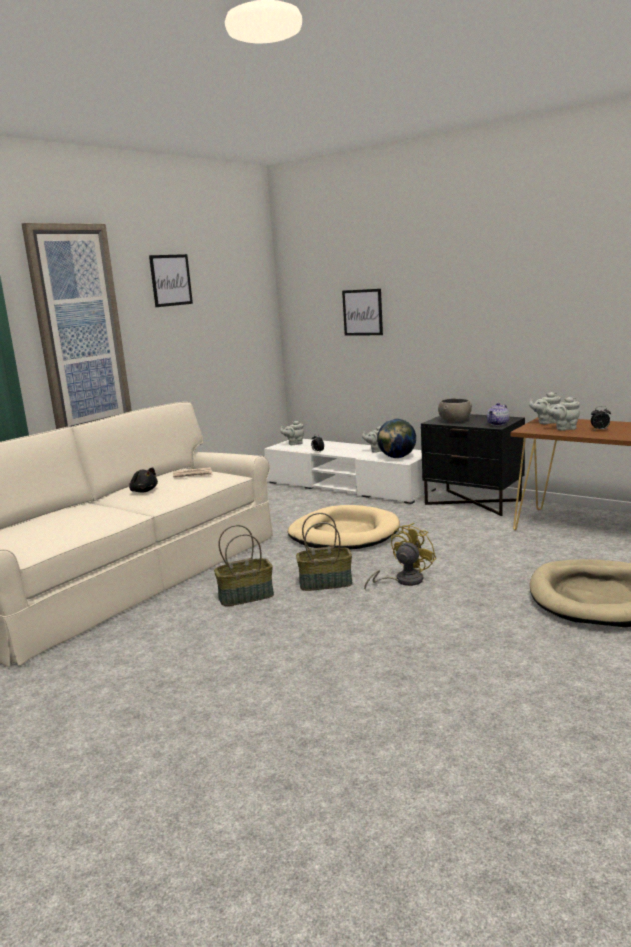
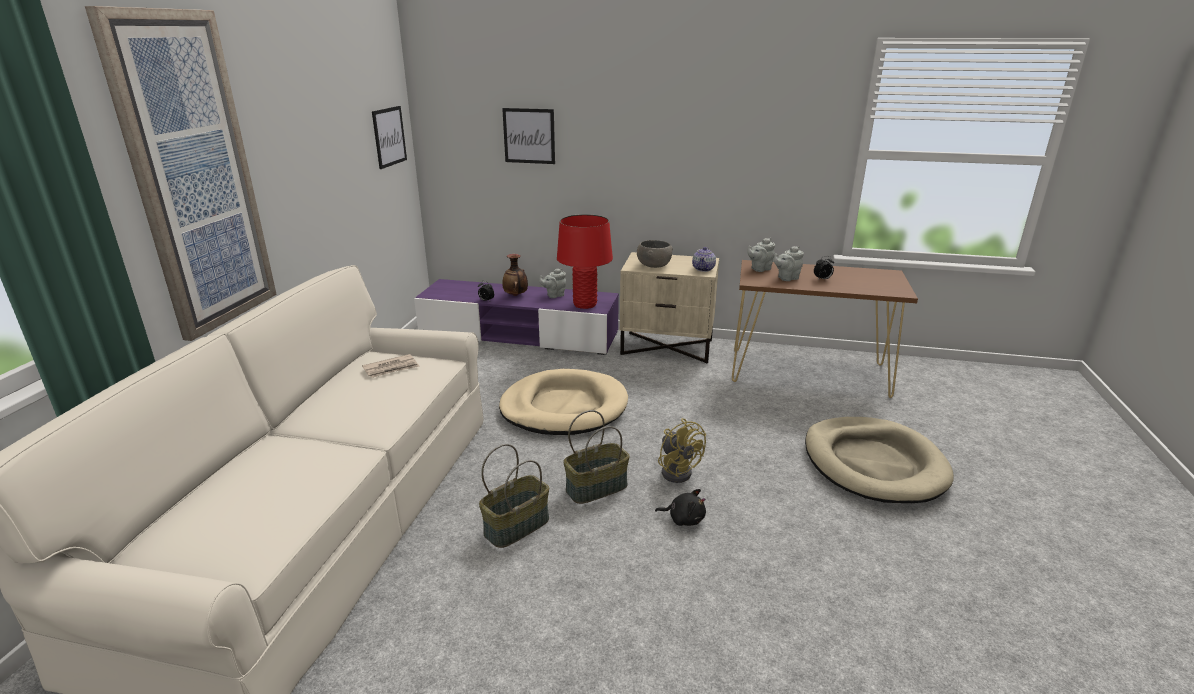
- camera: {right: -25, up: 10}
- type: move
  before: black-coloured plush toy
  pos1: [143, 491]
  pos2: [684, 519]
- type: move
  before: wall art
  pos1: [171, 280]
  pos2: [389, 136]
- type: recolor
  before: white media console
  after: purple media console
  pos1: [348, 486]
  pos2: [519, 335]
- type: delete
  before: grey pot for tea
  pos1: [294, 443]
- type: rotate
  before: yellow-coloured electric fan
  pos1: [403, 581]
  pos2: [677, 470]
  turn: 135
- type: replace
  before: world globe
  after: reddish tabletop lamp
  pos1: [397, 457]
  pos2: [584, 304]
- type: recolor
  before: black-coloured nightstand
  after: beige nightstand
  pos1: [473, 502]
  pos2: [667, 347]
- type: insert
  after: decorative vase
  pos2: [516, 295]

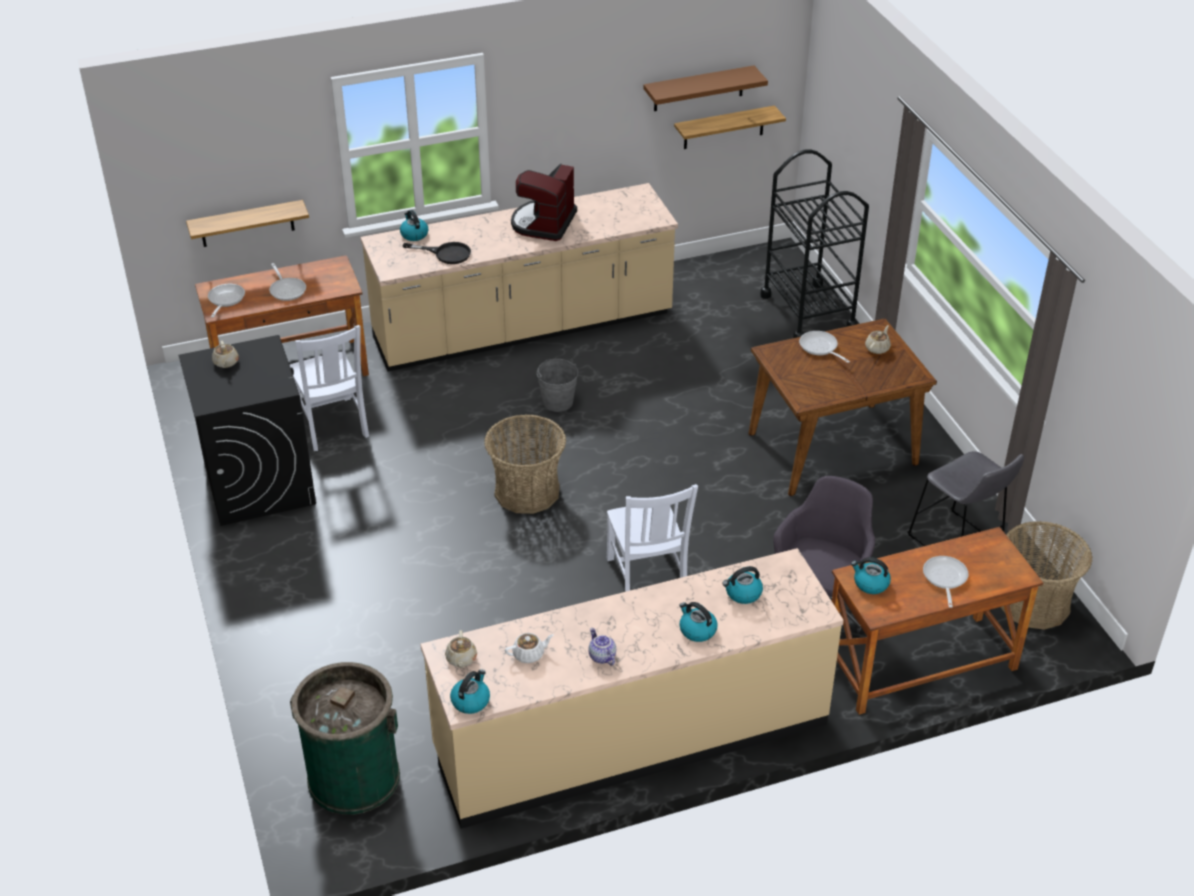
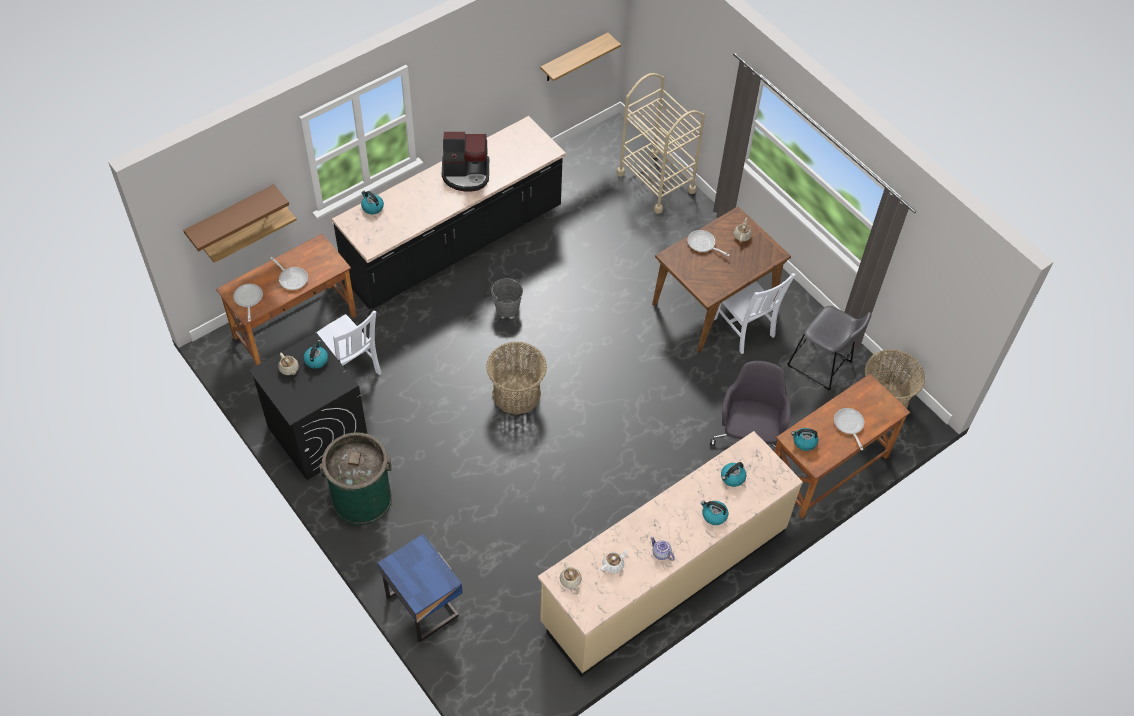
- camera: {right: -20, up: 15}
- type: move
  before: green-coloured rubbish bin
  pos1: [353, 777]
  pos2: [362, 498]
- type: recolor
  before: beige kitchen counter
  after: black-coloured kitchen counter
  pos1: [523, 328]
  pos2: [454, 245]
- type: delete
  before: black-coloured frying pan
  pos1: [446, 253]
- type: move
  before: water kettle
  pos1: [470, 701]
  pos2: [316, 360]
- type: rotate
  before: coffee maker
  pos1: [543, 223]
  pos2: [466, 174]
  turn: -90
- type: move
  before: white upright chair
  pos1: [647, 581]
  pos2: [744, 329]
- type: move
  before: brown-coloured bracket shelf
  pos1: [698, 88]
  pos2: [231, 215]
- type: recolor
  before: black-coloured cart
  after: beige cart
  pos1: [808, 312]
  pos2: [656, 182]
- type: insert
  after: blue-coloured nightstand
  pos2: [424, 605]

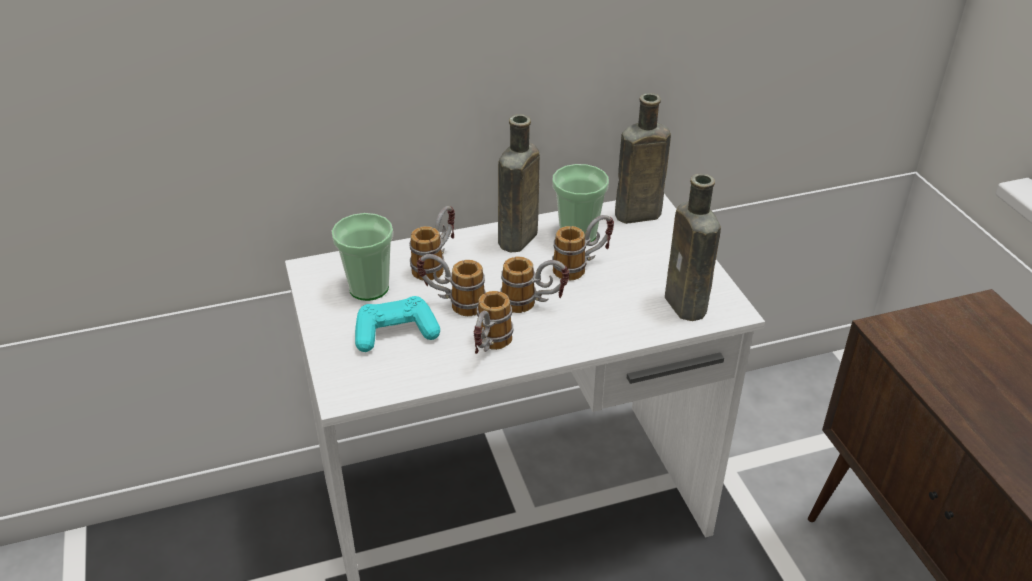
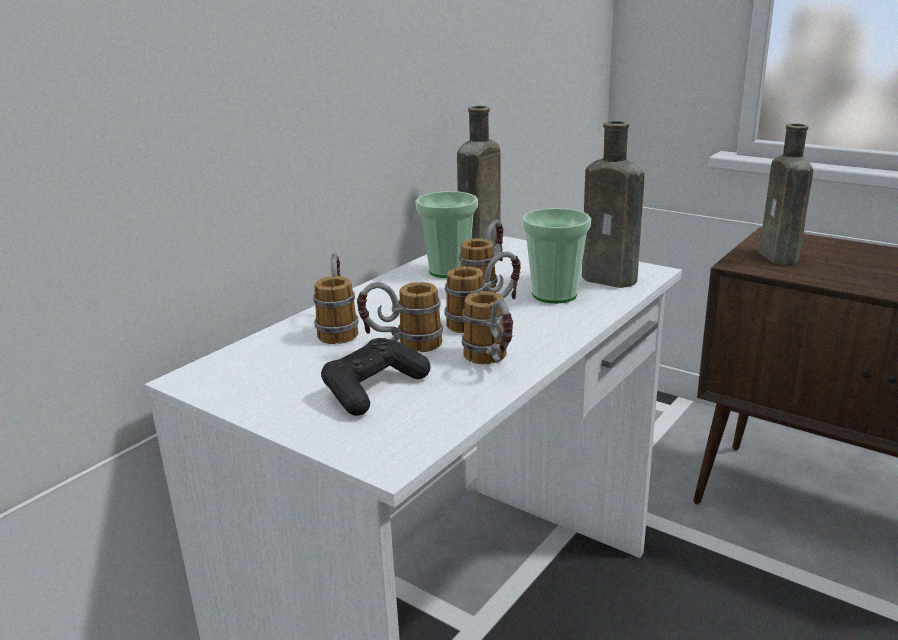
- camera: {right: -35, up: -15}
- type: move
  before: small cup
  pos1: [369, 288]
  pos2: [554, 295]
- type: recolor
  before: turquoise gamepad
  after: black-coloured gamepad
  pos1: [395, 333]
  pos2: [373, 389]
- type: move
  before: brown-coloured beverage bottle
  pos1: [516, 240]
  pos2: [780, 258]

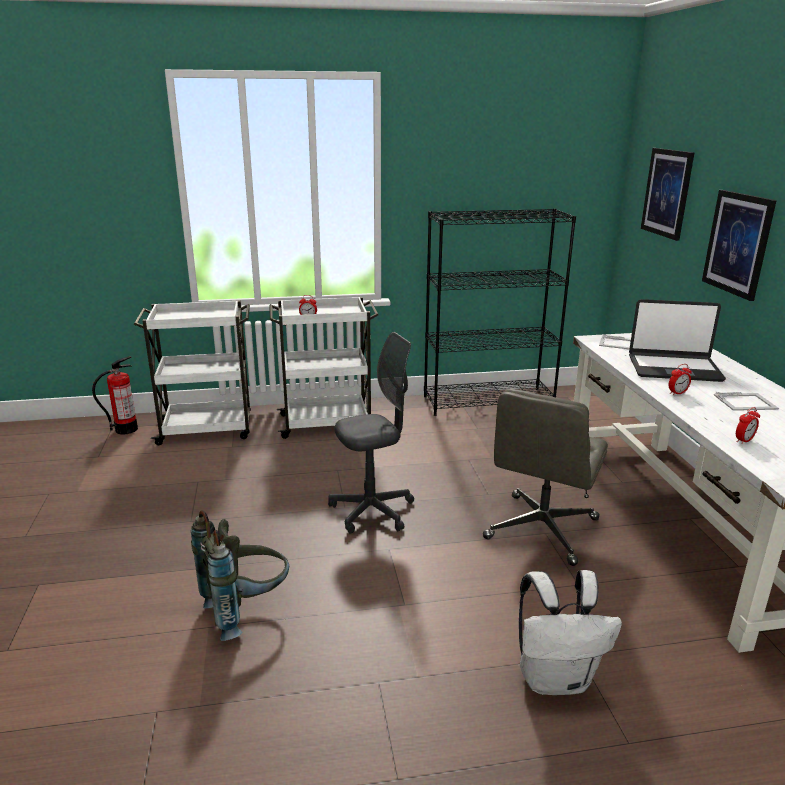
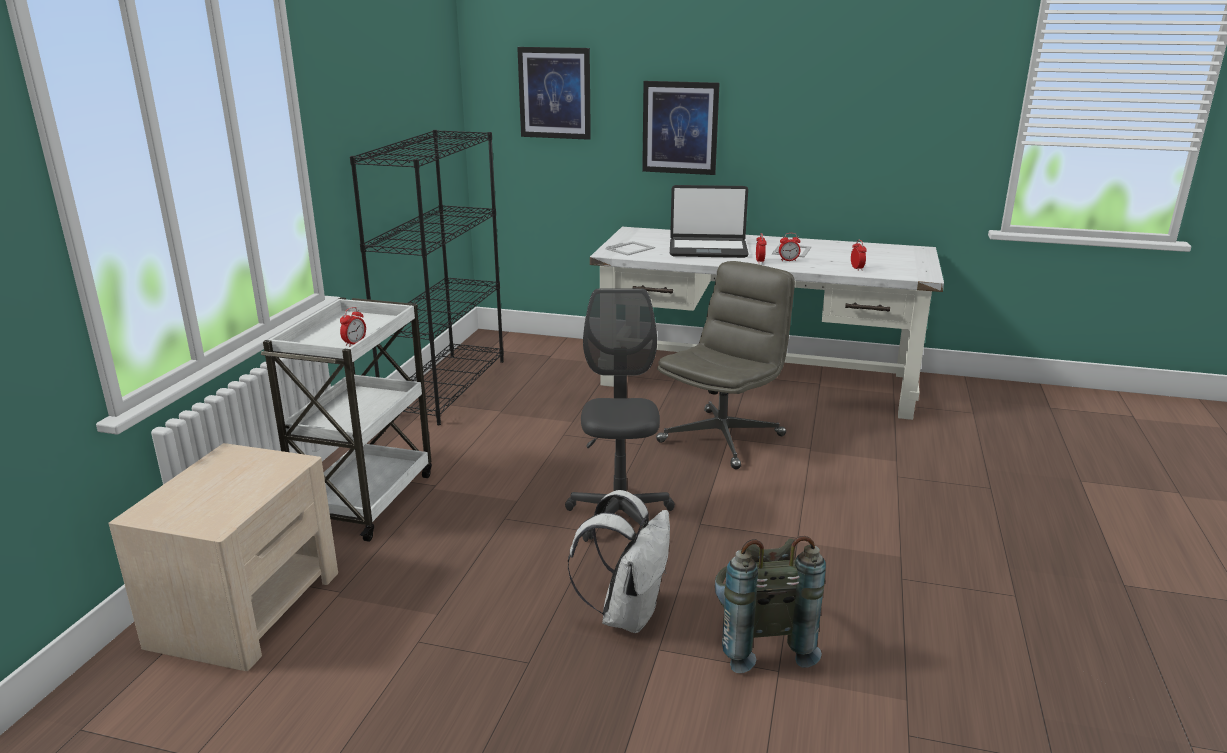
- camera: {right: -65, up: 0}
- type: delete
  before: fire extinguisher
  pos1: [126, 429]
- type: replace
  before: white cart
  after: beige nightstand
  pos1: [208, 429]
  pos2: [247, 607]
- type: rotate
  before: grey desk chair
  pos1: [541, 530]
  pos2: [722, 438]
  turn: -105
- type: move
  before: white backpack
  pos1: [556, 678]
  pos2: [627, 614]
- type: rotate
  before: portable computer
  pos1: [674, 368]
  pos2: [708, 249]
  turn: 60
- type: insert
  after: alarm clock
  pos2: [788, 260]

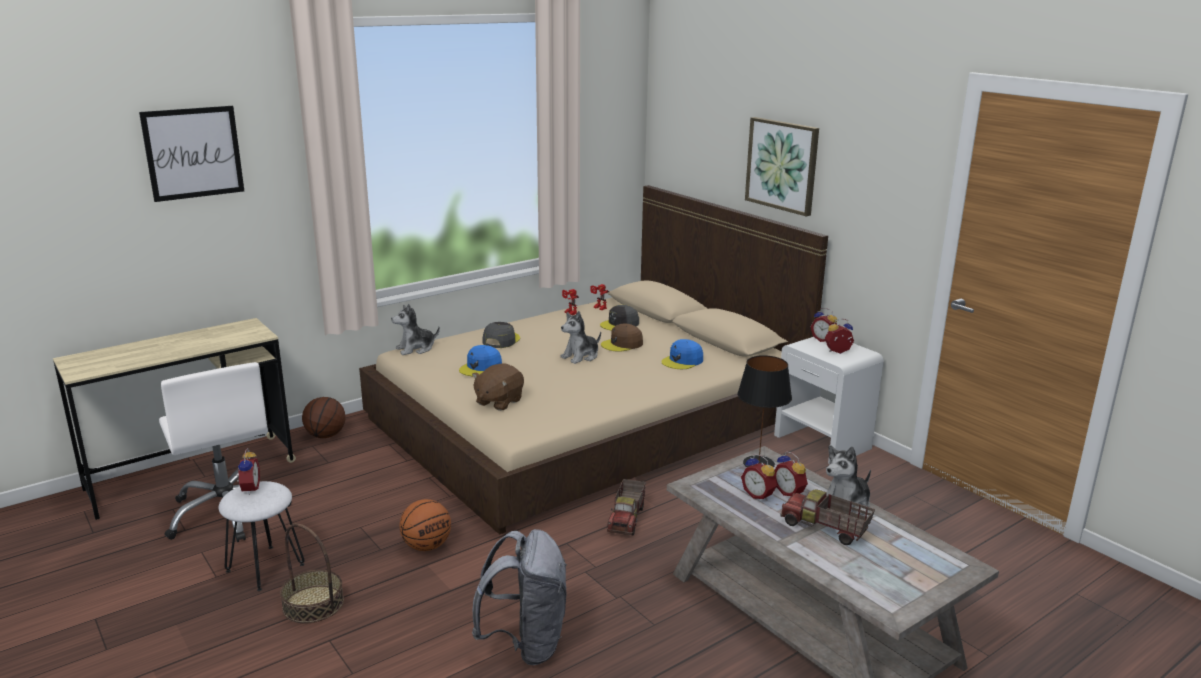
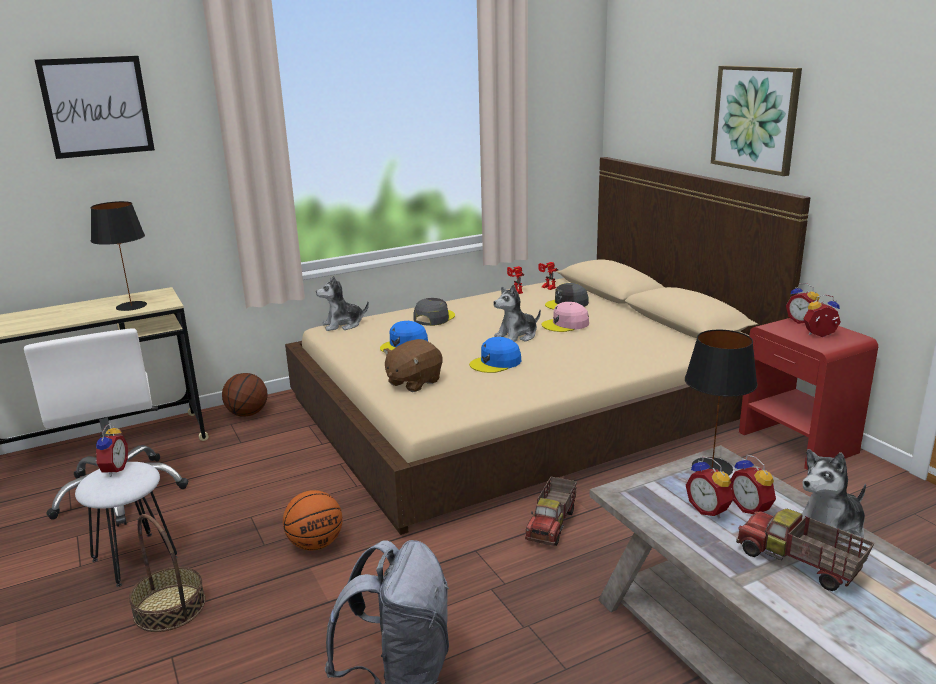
- camera: {right: 10, up: 0}
- type: recolor
  before: brown-coloured peaked cap
  after: pink-coloured peaked cap
  pos1: [622, 344]
  pos2: [566, 324]
- type: move
  before: blue-coloured peaked cap
  pos1: [682, 361]
  pos2: [496, 363]
- type: recolor
  before: white nightstand
  after: reddish nightstand
  pos1: [823, 442]
  pos2: [798, 442]
- type: insert
  after: black-coloured tabletop lamp
  pos2: [131, 306]

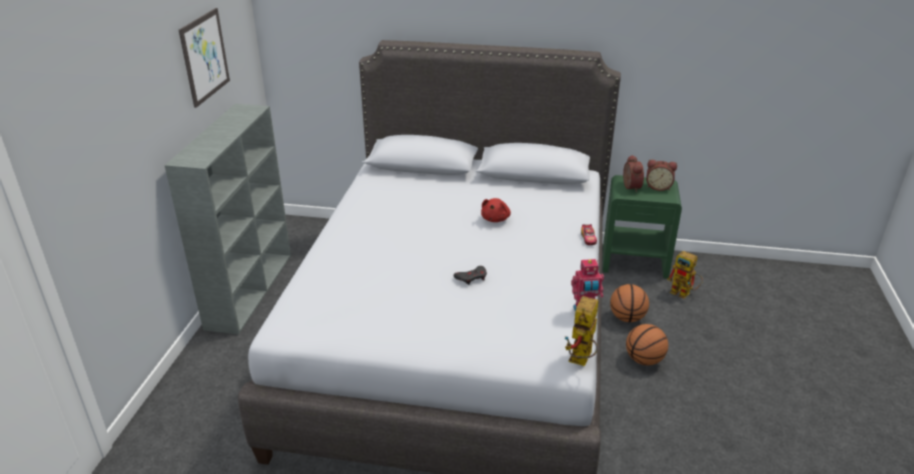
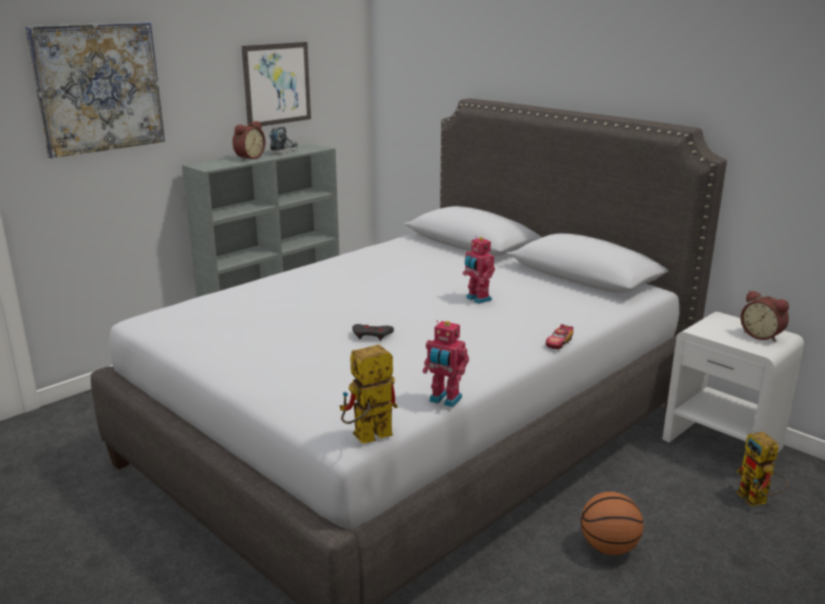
- camera: {right: 35, up: -10}
- type: replace
  before: reddish plush toy
  after: model robot
  pos1: [496, 219]
  pos2: [477, 299]
- type: recolor
  before: green-coloured nightstand
  after: white nightstand
  pos1: [635, 261]
  pos2: [723, 444]
- type: delete
  before: basketball
  pos1: [627, 318]
- type: move
  before: alarm clock
  pos1: [629, 187]
  pos2: [248, 158]
- type: insert
  after: wall art
  pos2: [98, 88]
- type: insert
  after: low shoe
  pos2: [284, 151]

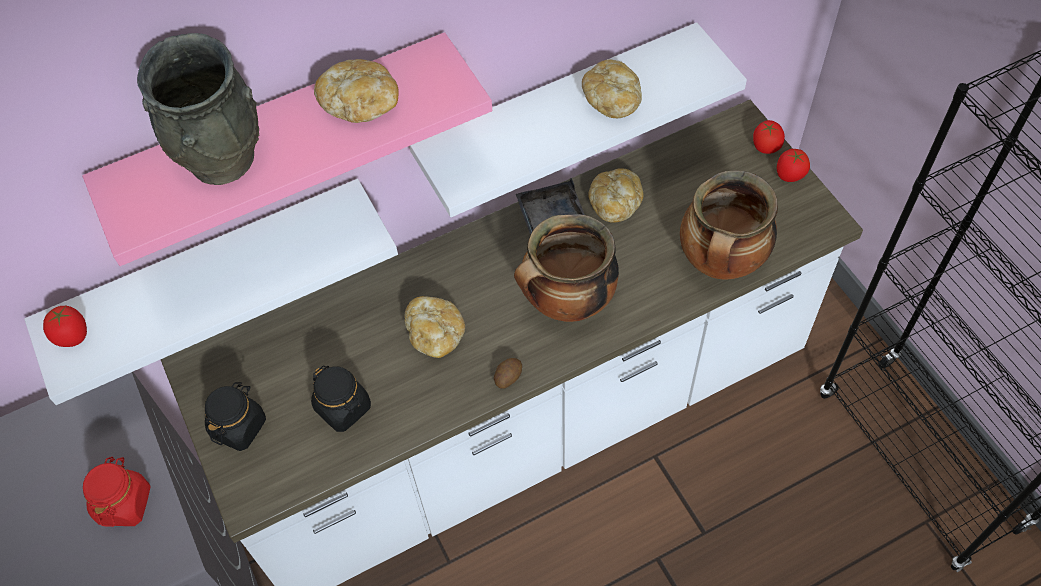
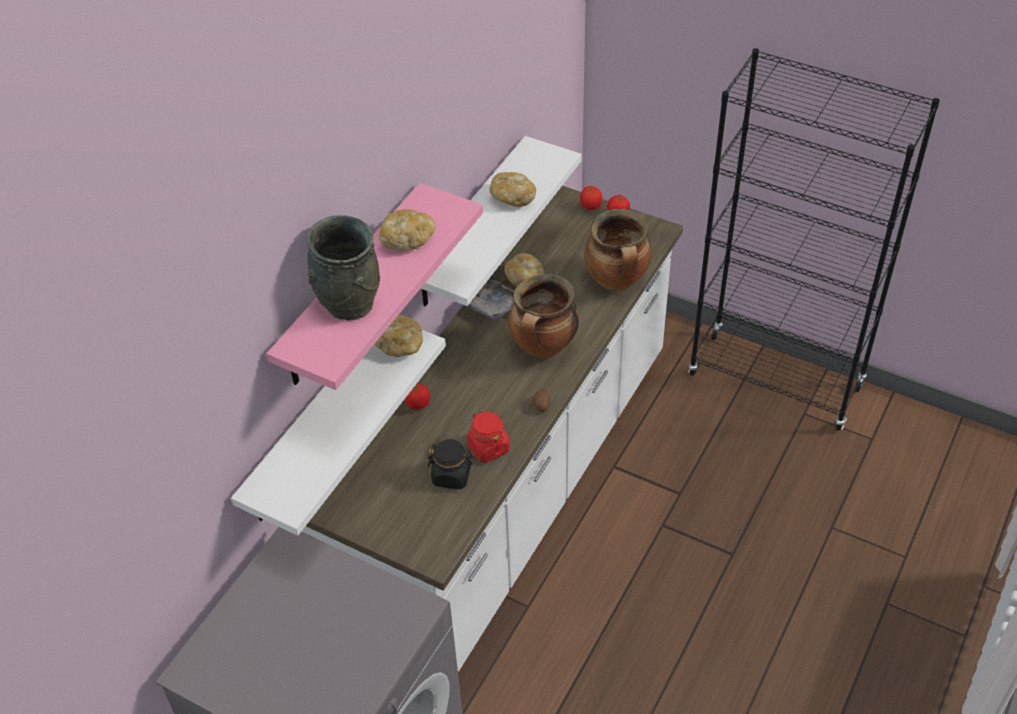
- camera: {right: -35, up: -10}
- type: move
  before: whole tomato
  pos1: [73, 336]
  pos2: [418, 404]
- type: move
  before: reddish storage jar
  pos1: [124, 503]
  pos2: [488, 448]
- type: delete
  before: black-coloured storage jar
  pos1: [239, 427]
- type: move
  before: bread
  pos1: [436, 334]
  pos2: [399, 345]

